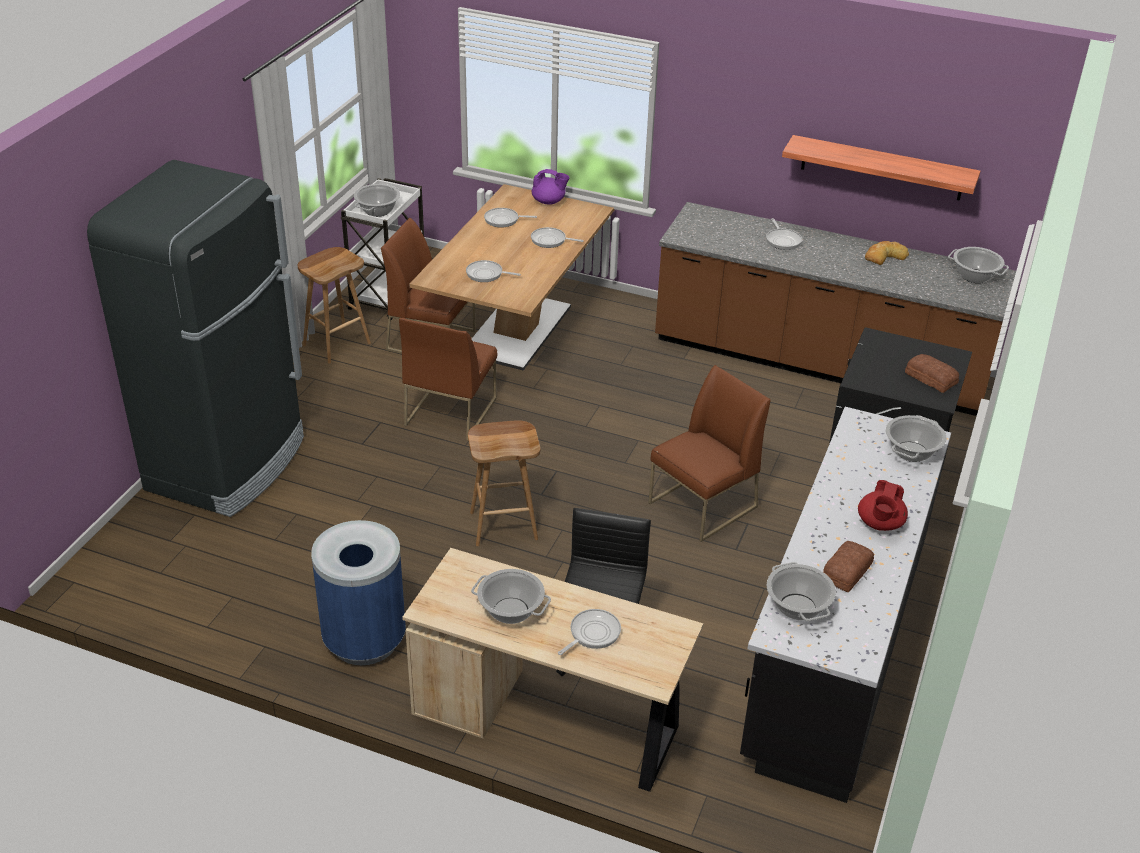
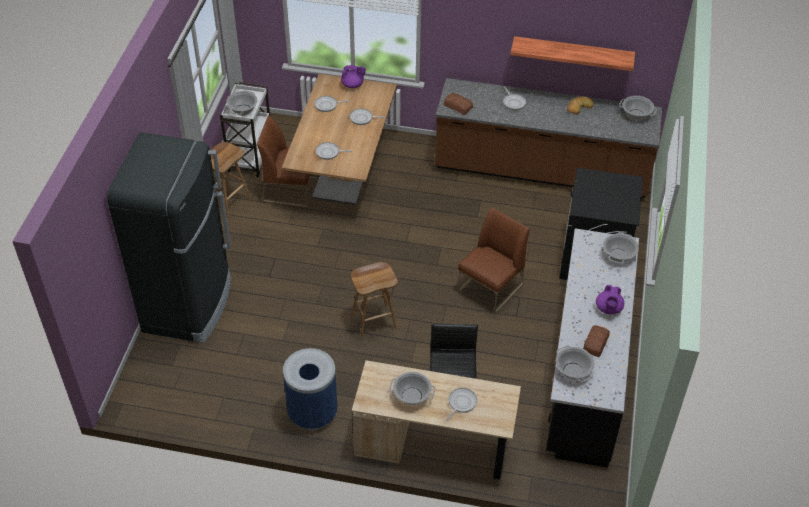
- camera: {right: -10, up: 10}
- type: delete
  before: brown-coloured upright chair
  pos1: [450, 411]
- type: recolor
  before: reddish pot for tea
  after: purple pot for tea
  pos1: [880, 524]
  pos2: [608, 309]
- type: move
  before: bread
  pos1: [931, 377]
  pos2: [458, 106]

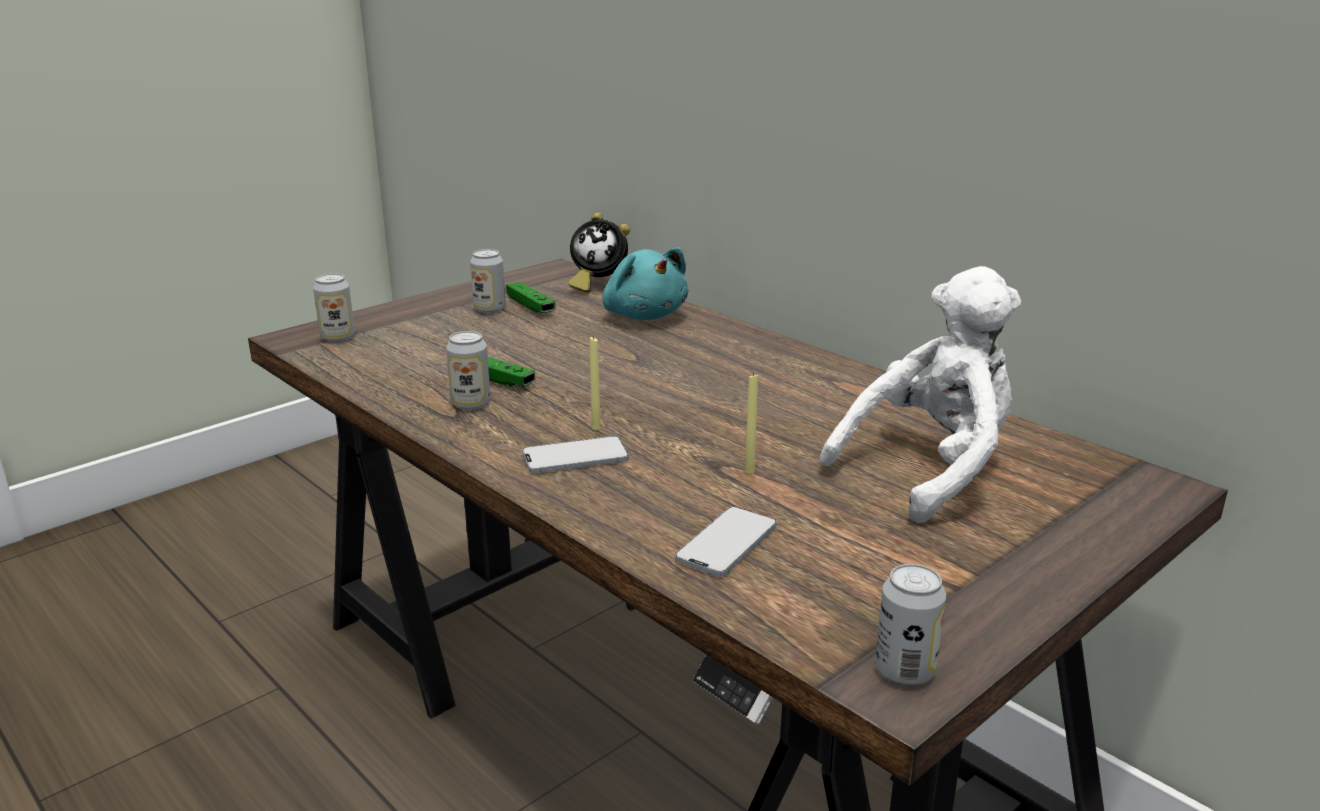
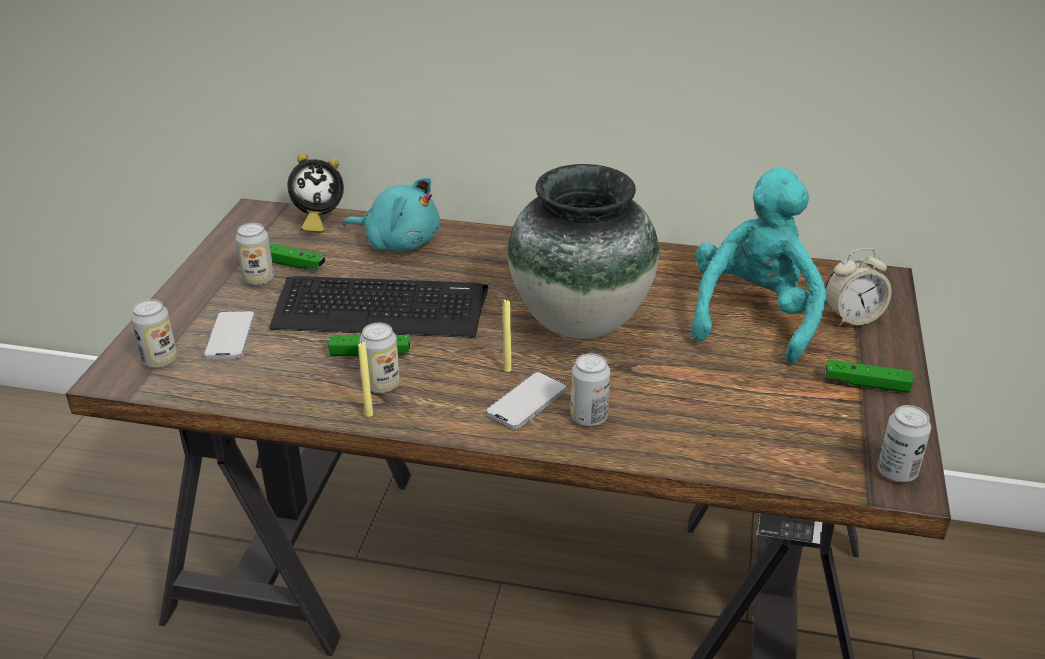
- camera: {right: -35, up: 10}
- type: move
  before: phone
  pos1: [727, 543]
  pos2: [230, 336]
- type: move
  before: yellow-coloured wax candle
  pos1: [749, 471]
  pos2: [369, 414]
- type: recolor
  before: white plush toy
  after: turquoise plush toy
  pos1: [930, 469]
  pos2: [753, 317]
- type: insert
  after: keyboard
  pos2: [380, 309]
- type: insert
  after: decorative vase
  pos2: [579, 322]
- type: insert
  after: sealed can
  pos2: [589, 417]
- type: insert
  after: alarm clock
  pos2: [852, 318]
- type: insert
  after: green-coloured gamepad
  pos2: [866, 384]

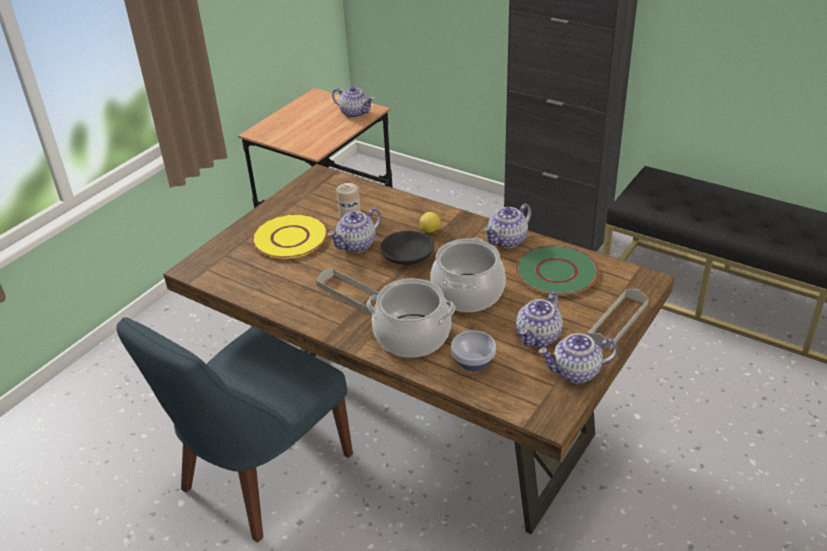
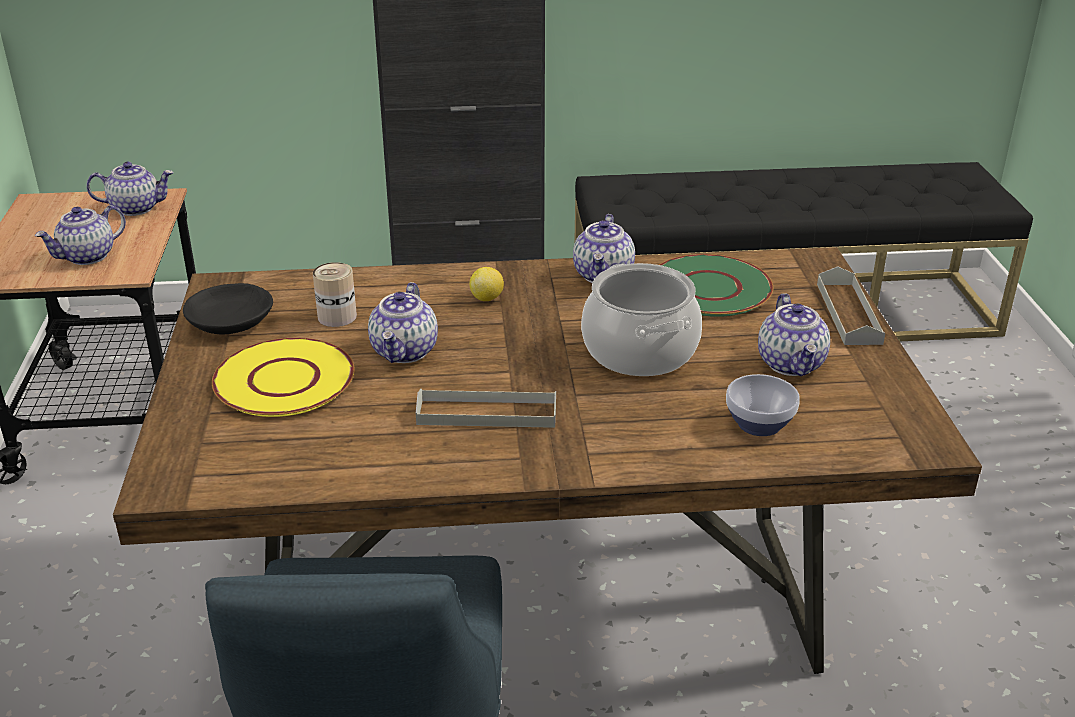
- camera: {right: -40, up: -5}
- type: delete
  before: cooking pot
  pos1: [412, 336]
- type: move
  before: black-coloured bowl
  pos1: [408, 255]
  pos2: [232, 321]
- type: move
  before: pot for tea
  pos1: [576, 372]
  pos2: [87, 257]

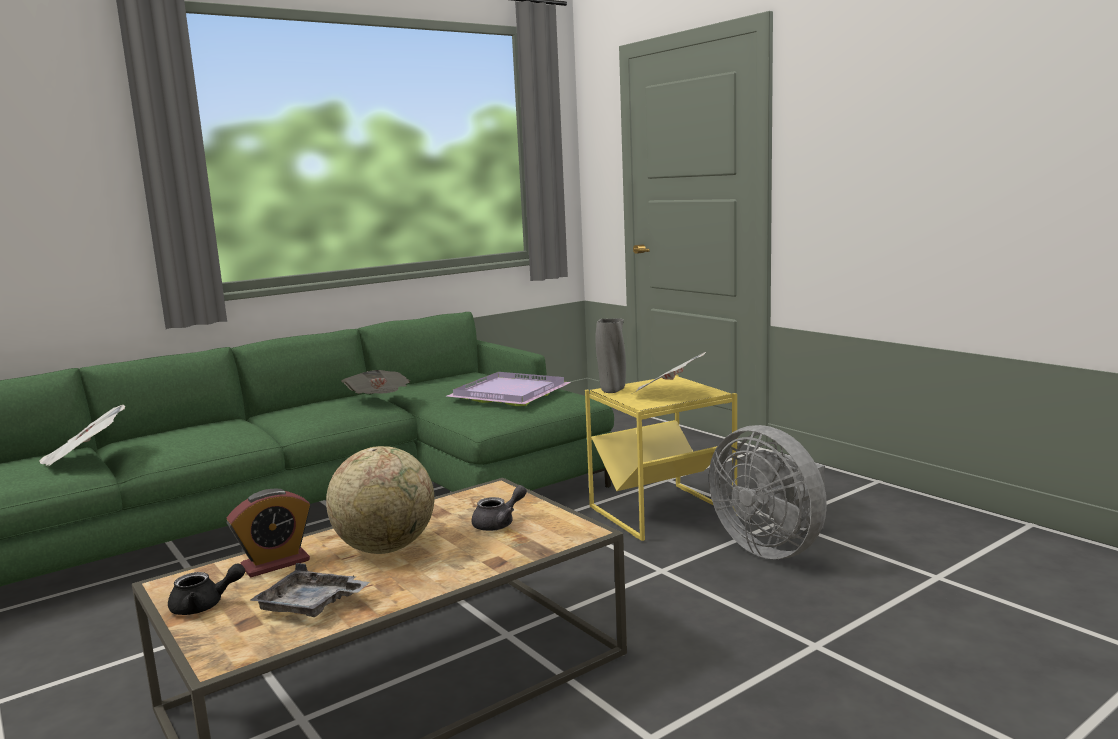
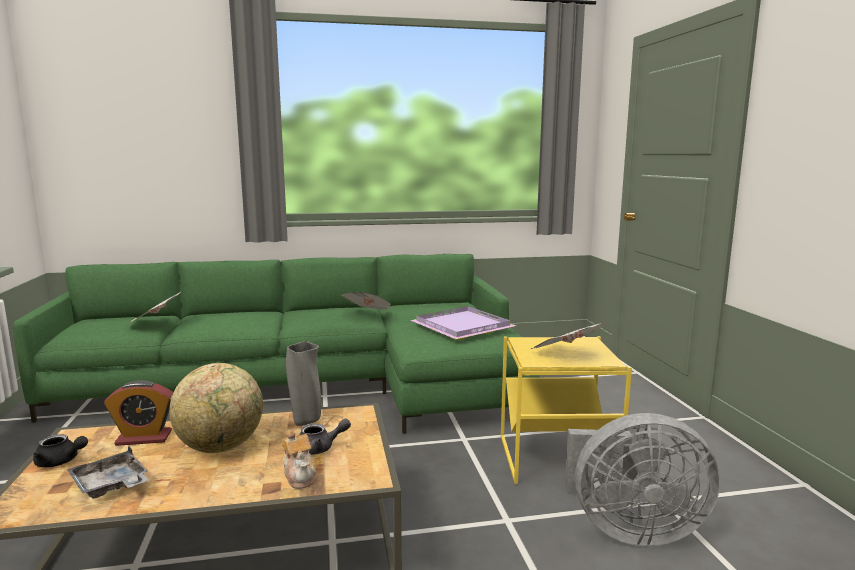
- camera: {right: 25, up: 0}
- type: move
  before: grey decorative vase
  pos1: [612, 391]
  pos2: [306, 421]
- type: rotate
  before: grey electric fan
  pos1: [772, 547]
  pos2: [630, 529]
  turn: -75
- type: insert
  after: pot for tea
  pos2: [300, 476]

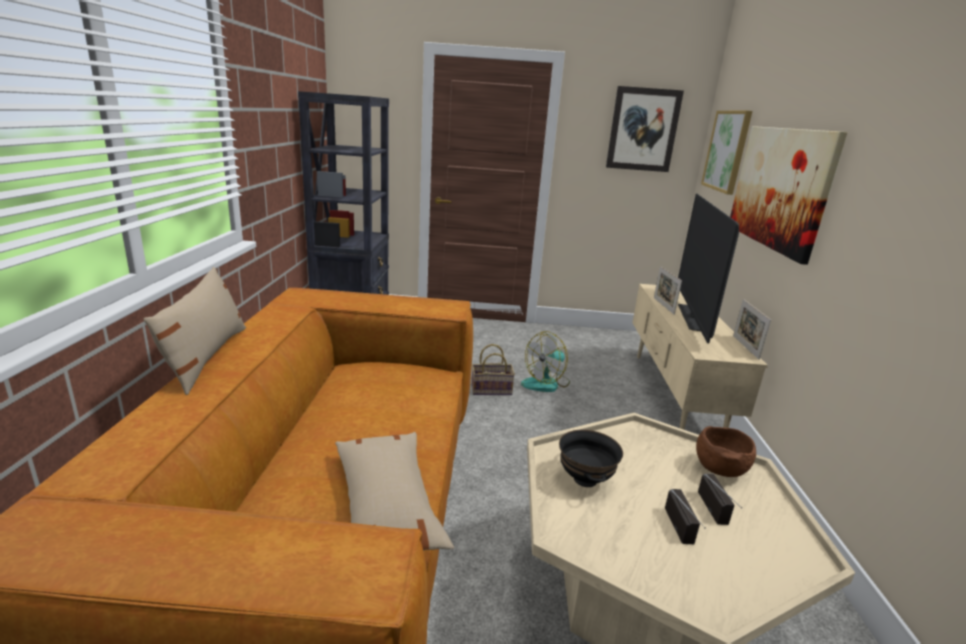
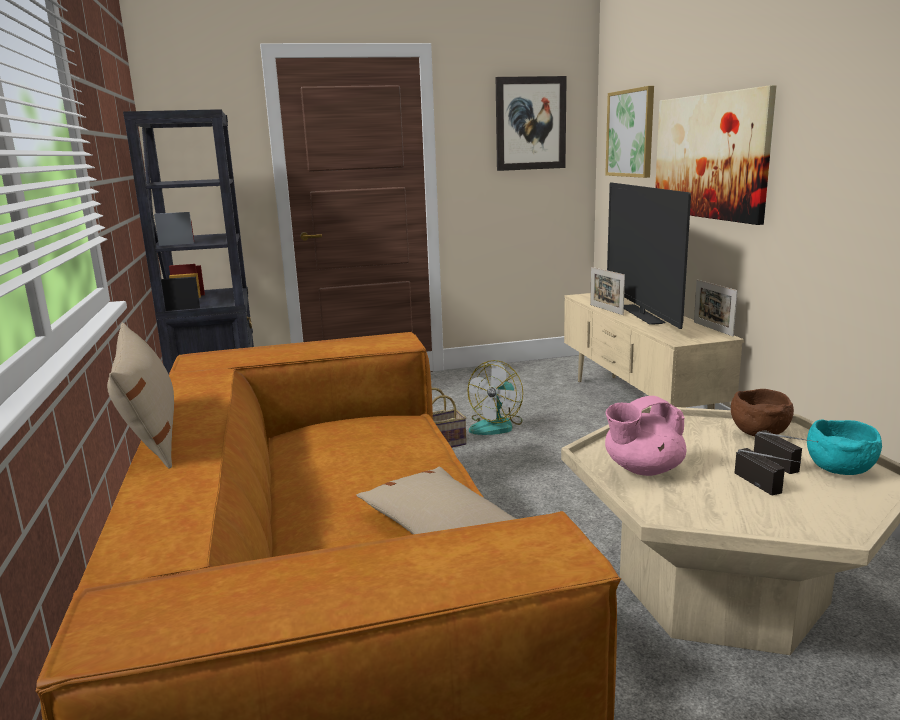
- camera: {right: -15, up: -5}
- type: replace
  before: black-coloured bowl
  after: pink-coloured pot for tea
  pos1: [584, 479]
  pos2: [642, 469]
- type: insert
  after: turquoise bowl
  pos2: [839, 470]

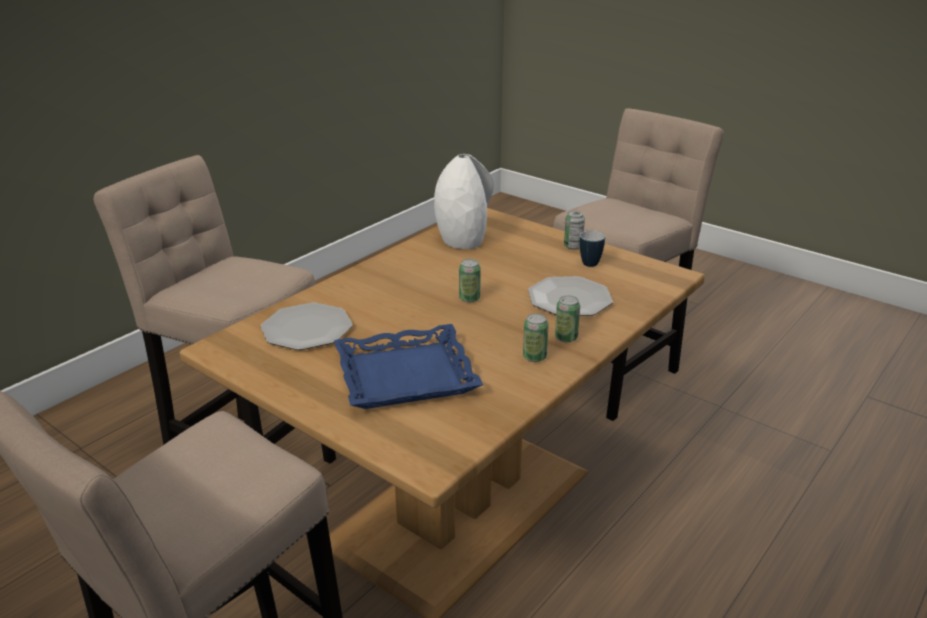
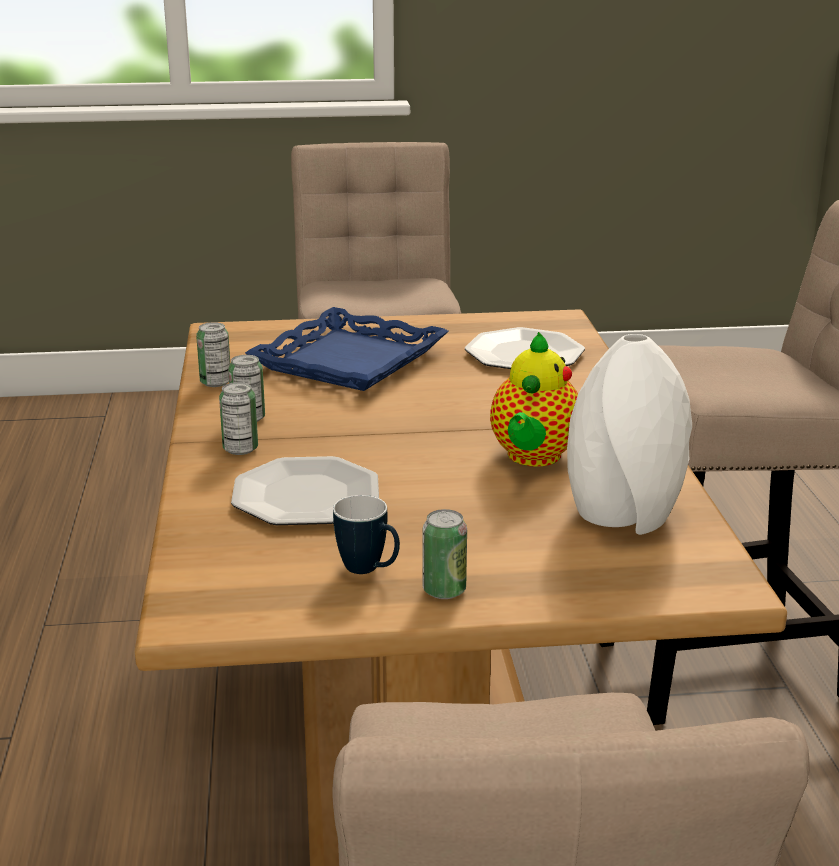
- camera: {right: 135, up: -5}
- type: move
  before: sealed can
  pos1: [469, 298]
  pos2: [215, 382]
- type: insert
  after: pot for tea
  pos2: [532, 457]

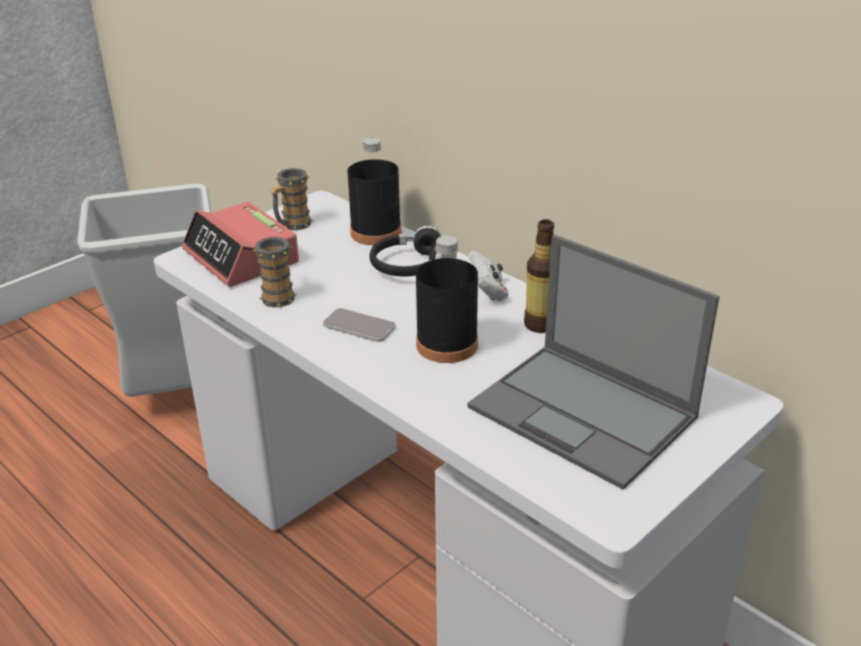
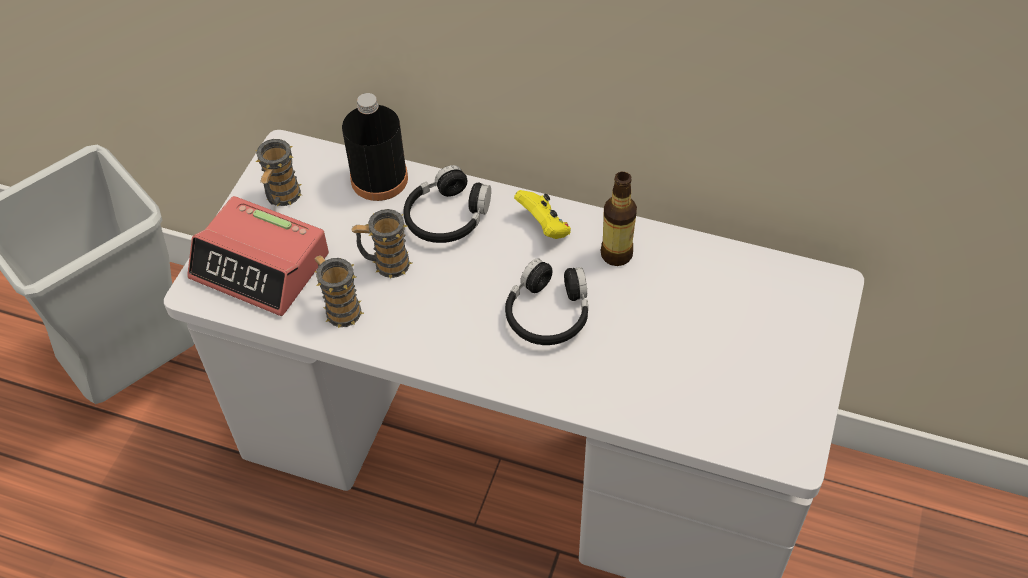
- camera: {right: -25, up: 20}
- type: delete
  before: phone
  pos1: [359, 326]
- type: replace
  before: black-coloured beverage bottle
  after: black-coloured headset
  pos1: [447, 345]
  pos2: [548, 313]
- type: delete
  before: portable computer
  pos1: [584, 413]
- type: recolor
  before: white gamepad
  after: yellow-coloured gamepad
  pos1: [488, 292]
  pos2: [544, 227]
- type: insert
  after: coffee mug
  pos2: [385, 264]

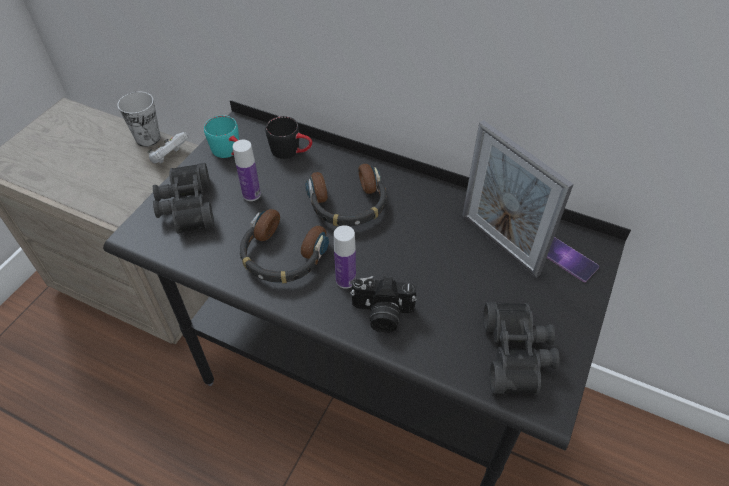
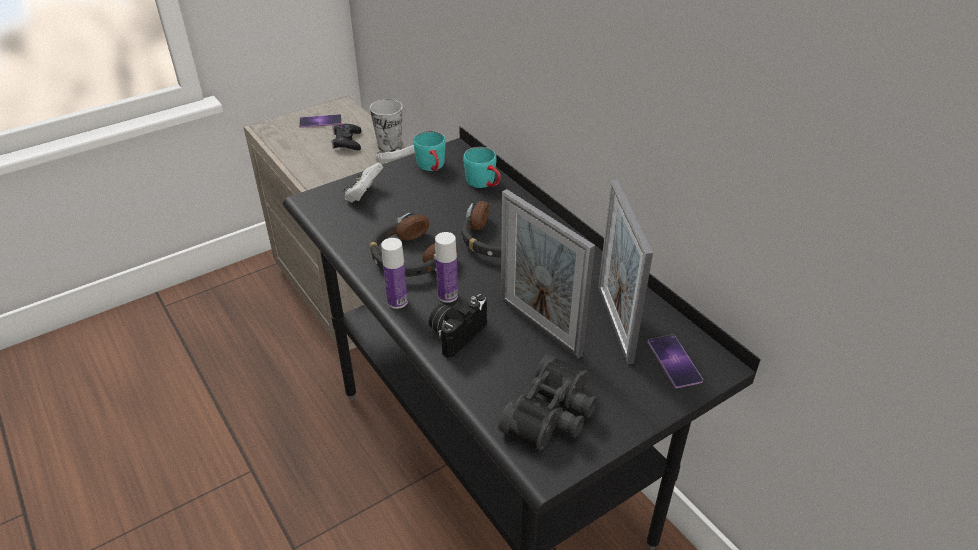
- camera: {right: 30, up: -10}
- type: replace
  before: black-coloured binoculars
  after: white gamepad
  pos1: [185, 207]
  pos2: [364, 195]
- type: move
  before: beverage bottle
  pos1: [251, 194]
  pos2: [397, 301]
- type: recolor
  before: black-coloured coffee mug
  after: turquoise coffee mug
  pos1: [291, 151]
  pos2: [485, 183]
- type: rotate
  before: photo camera
  pos1: [382, 314]
  pos2: [456, 333]
  turn: 90
- type: insert
  after: phone
  pos2: [320, 121]
- type: insert
  after: black-coloured gamepad
  pos2: [347, 141]
- type: insert
  after: photo frame
  pos2: [539, 326]

